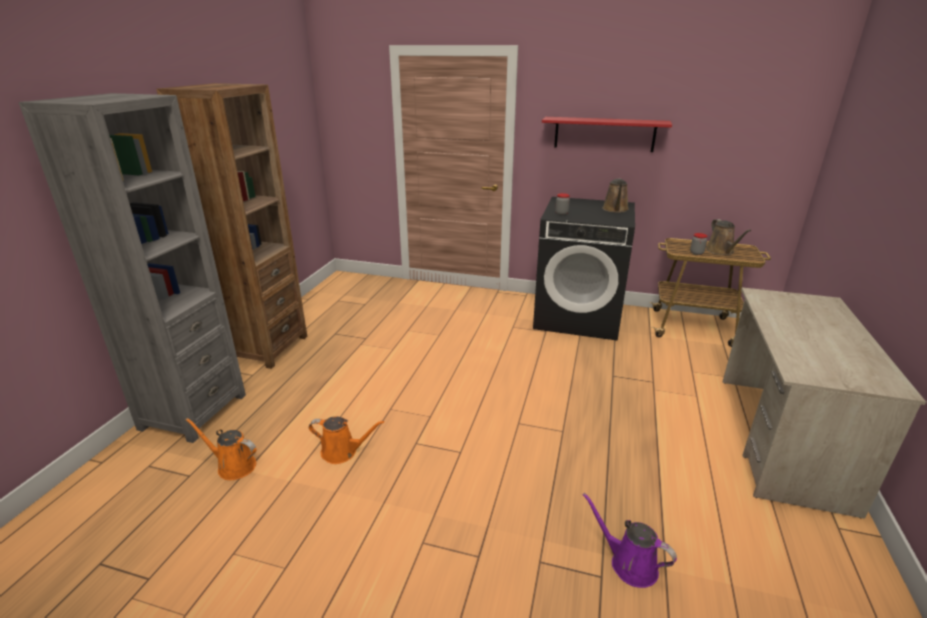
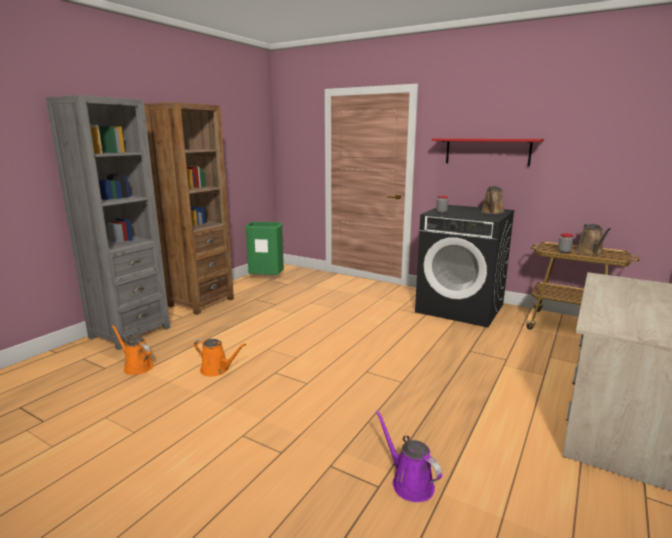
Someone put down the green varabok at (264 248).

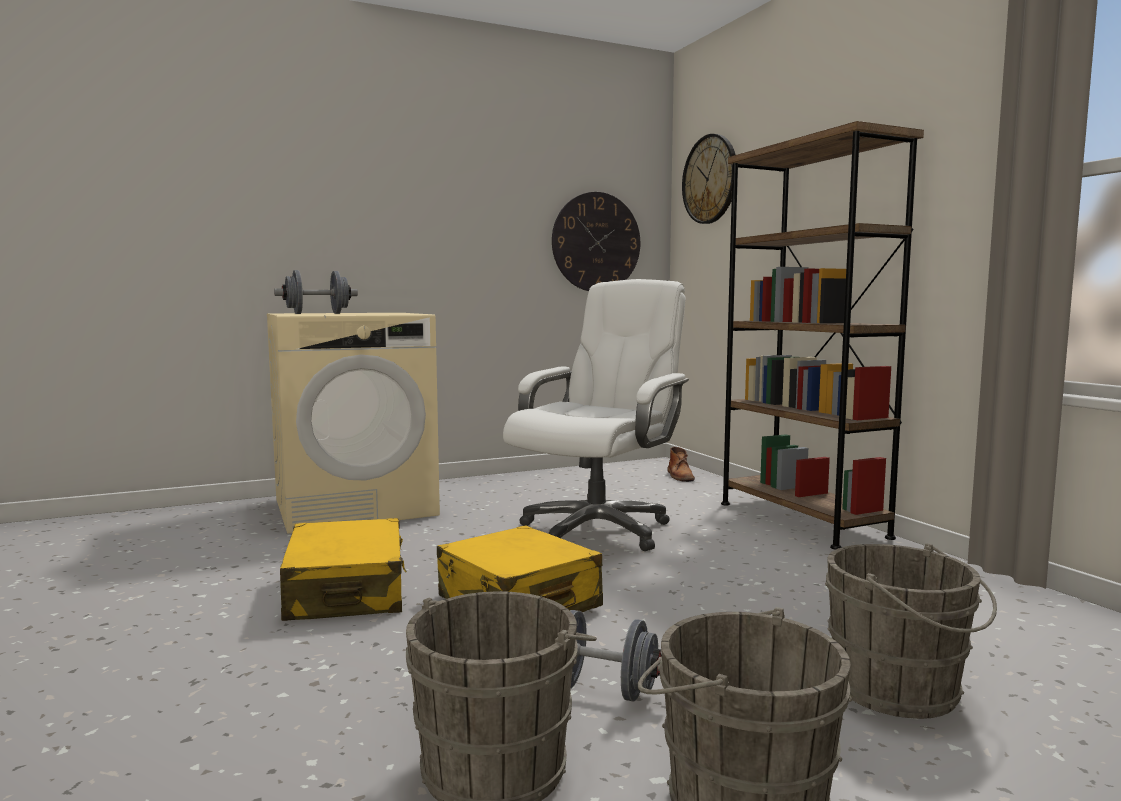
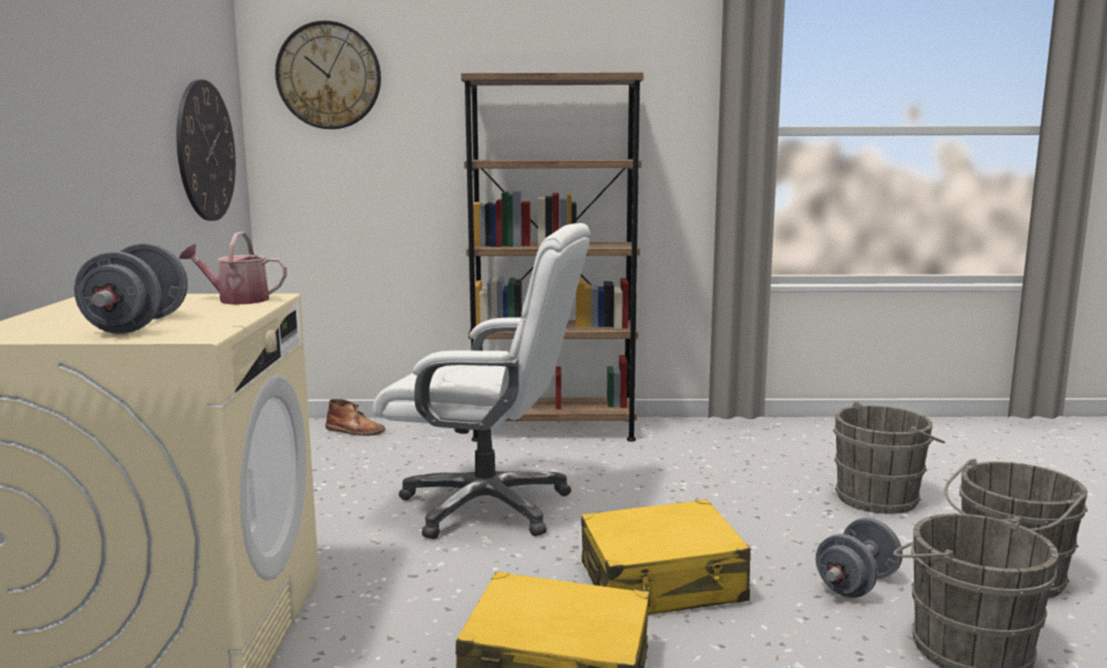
Someone rotated the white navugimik at (596 415) by 135 degrees clockwise.
Someone put down the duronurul at (233 268).

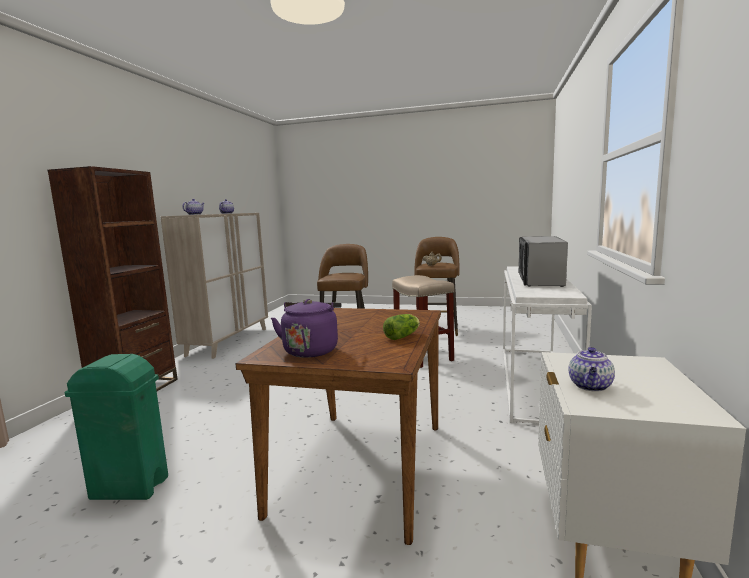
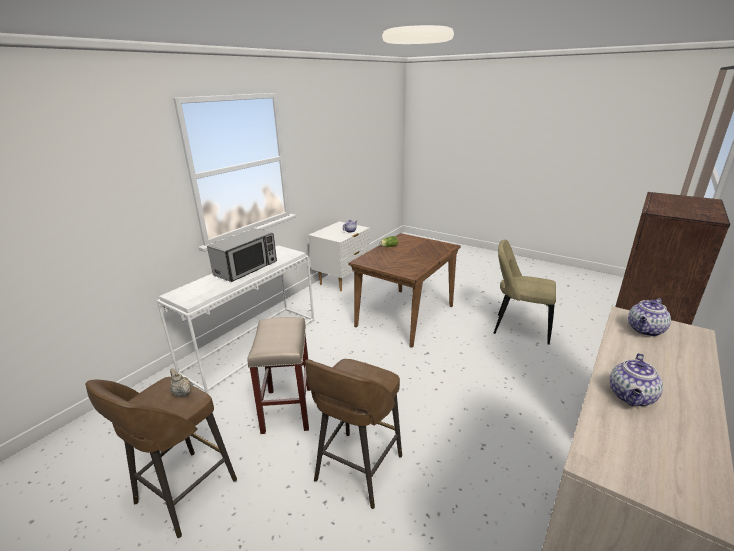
Someone took away the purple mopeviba at (306 328).
Someone swapped the green varabok at (116 427) for the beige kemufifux at (525 292).

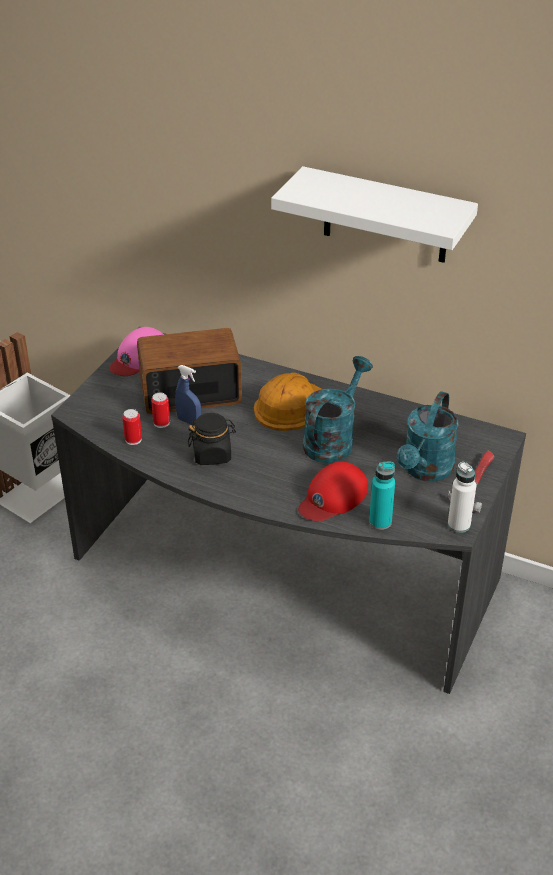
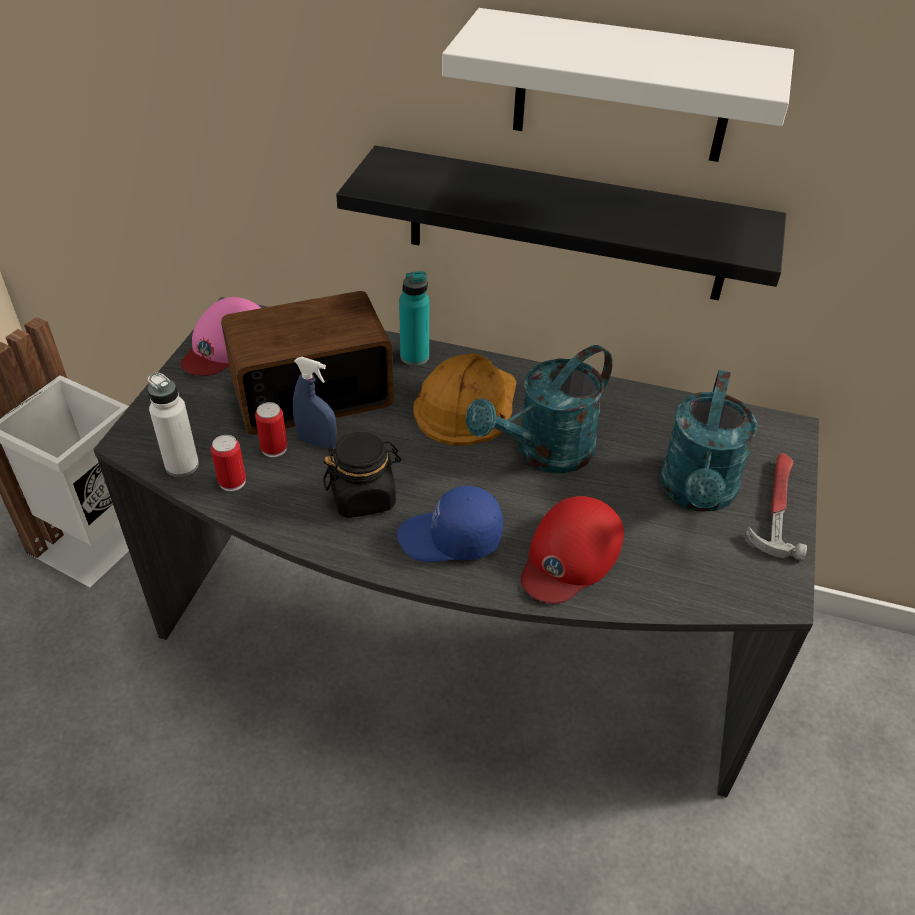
Someone rotated the turquoise duronurul at (338 409) by 150 degrees counterclockwise.
Someone carried the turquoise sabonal from (382 496) to (414 318).
Someone carried the white sabonal from (462 497) to (173 425).
Someone put up the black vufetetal at (561 223).
Someone put down the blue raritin at (450 524).

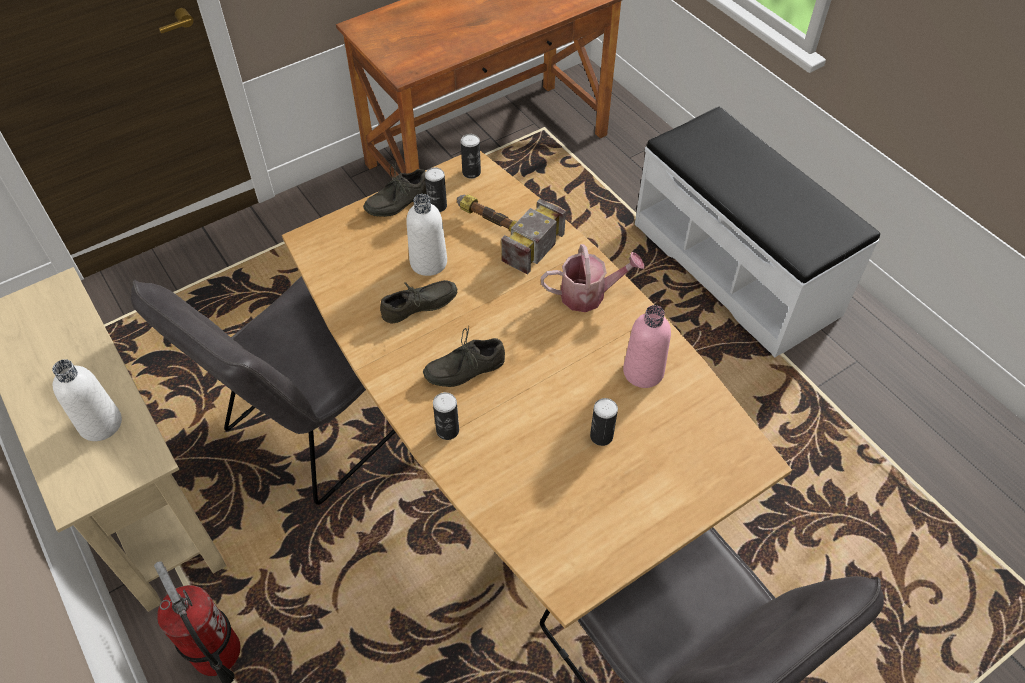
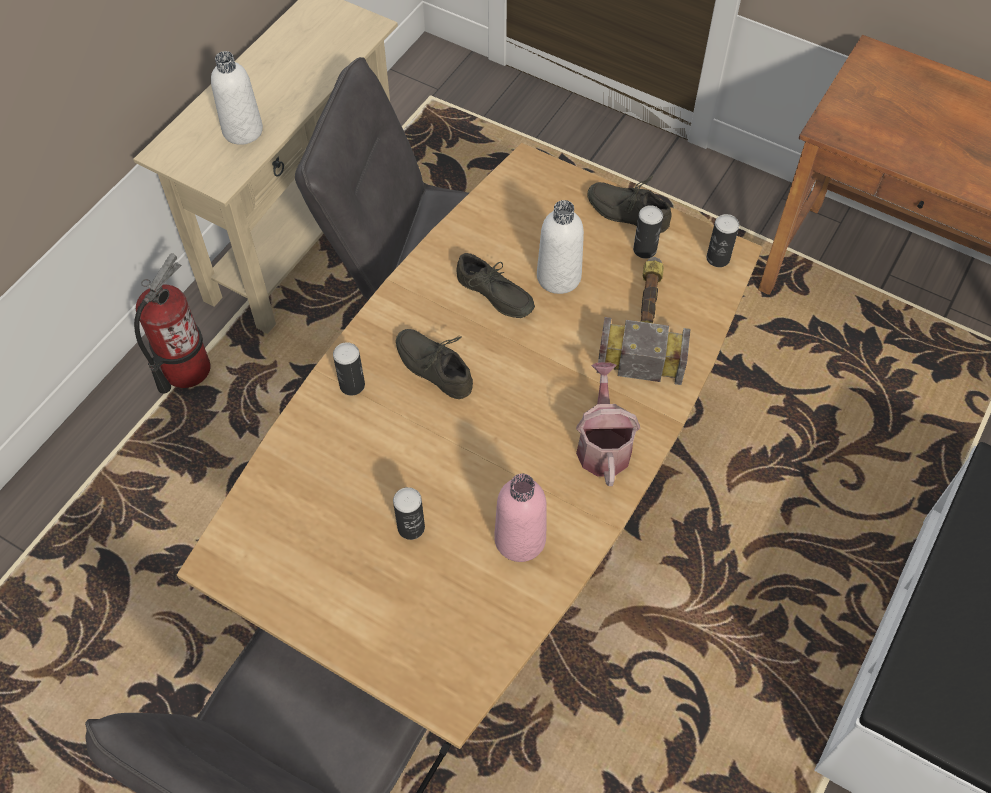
Someone rotated the duronurul at (593 278) by 150 degrees counterclockwise.

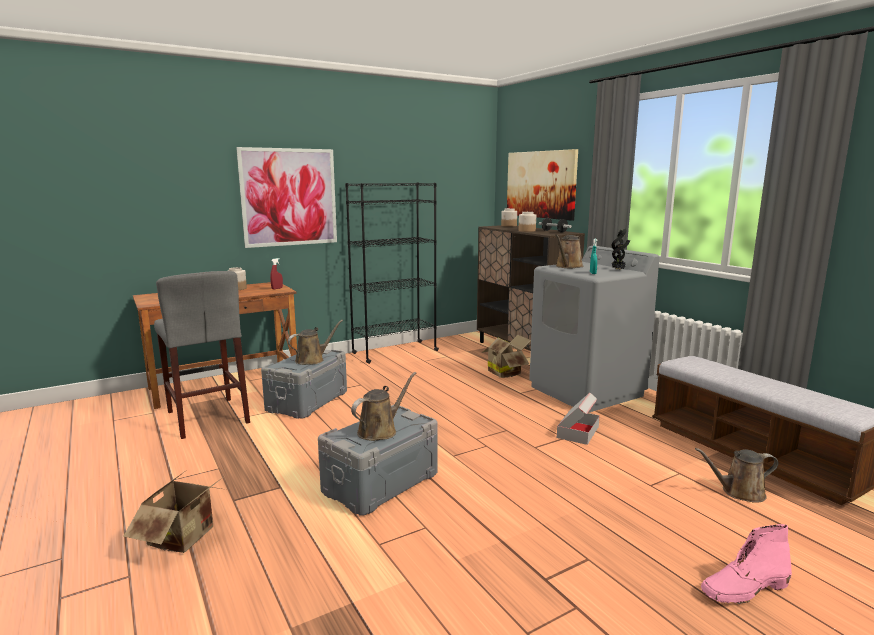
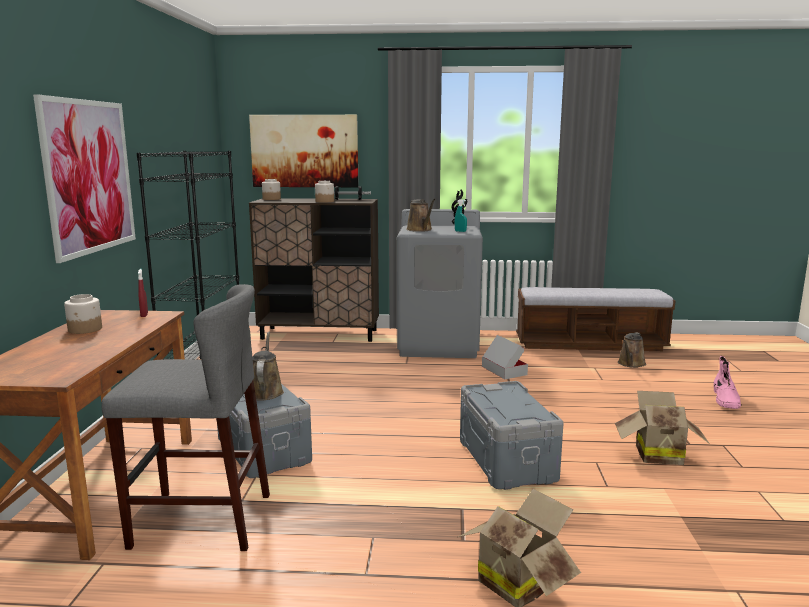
Someone carried the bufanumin from (506 356) to (662 428).
Someone took away the brown duronurul at (383 406).

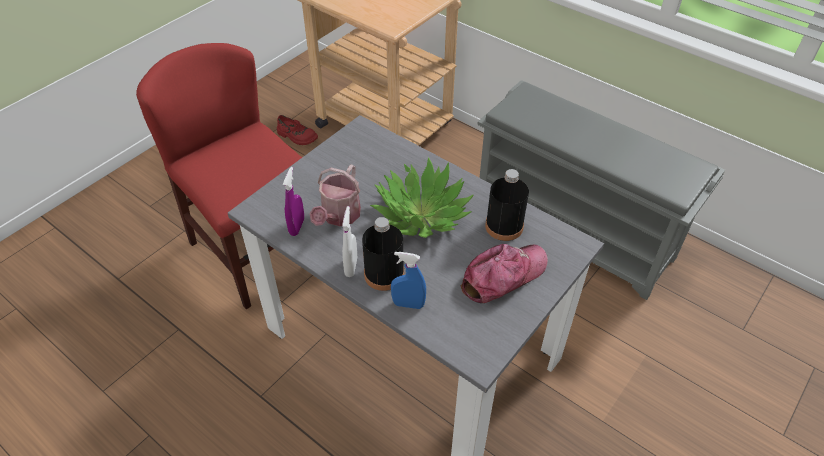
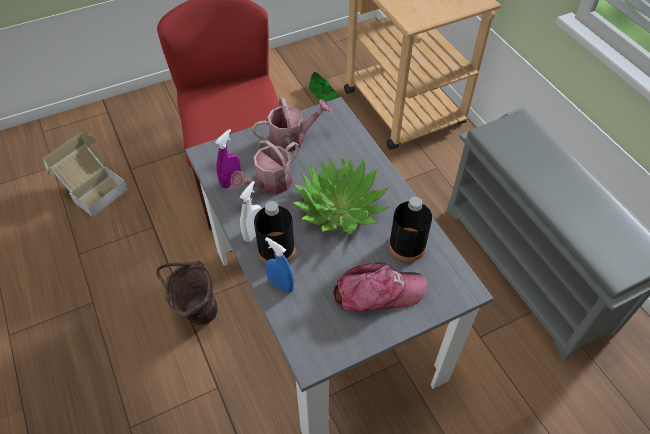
Someone repainted the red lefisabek at (297 130), which became the green lefisabek at (324 87).
Someone put down the duronurul at (291 125).
Someone put down the bufanumin at (85 175).
Someone put down the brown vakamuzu at (187 292).

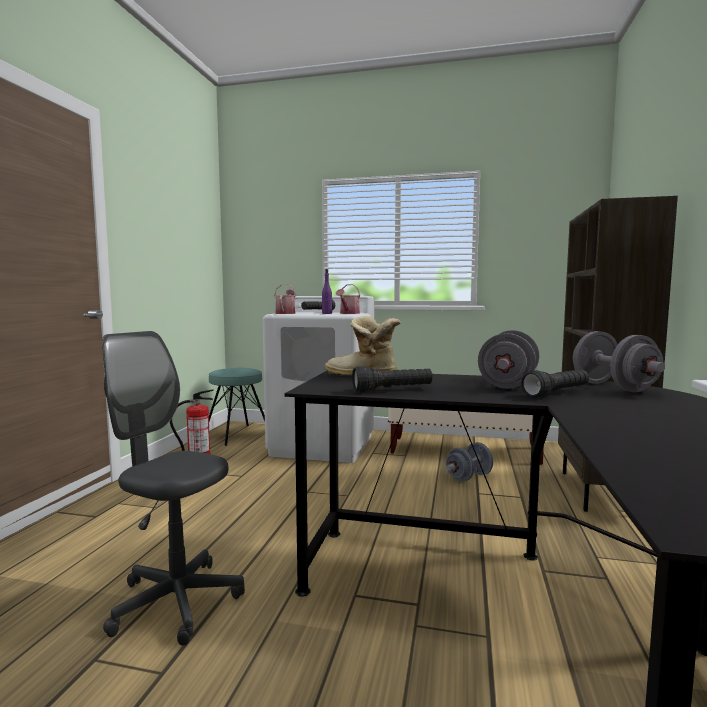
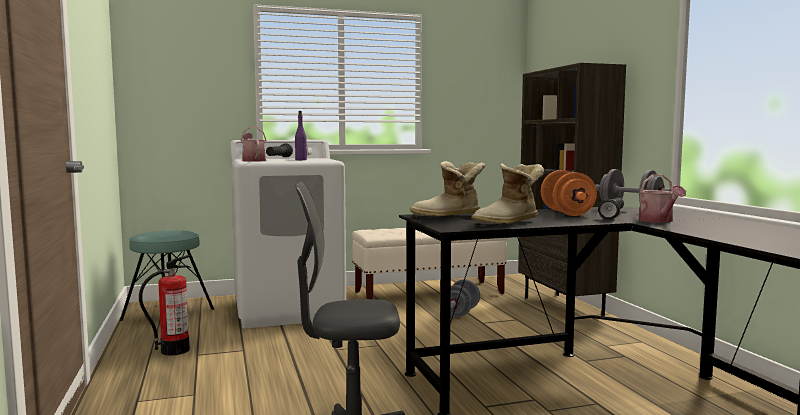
Someone carried the duronurul from (348 299) to (662 198).
Someone repainted the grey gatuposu at (509 359), which became the orange gatuposu at (569 193).
Someone swapped the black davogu at (392 379) for the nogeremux at (508 194).

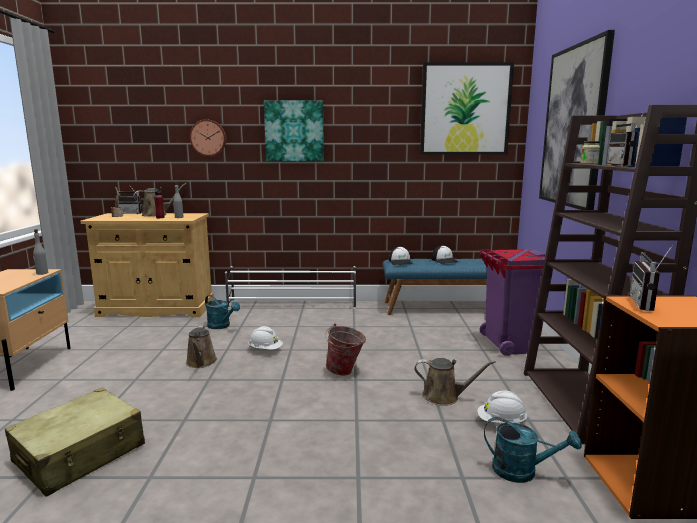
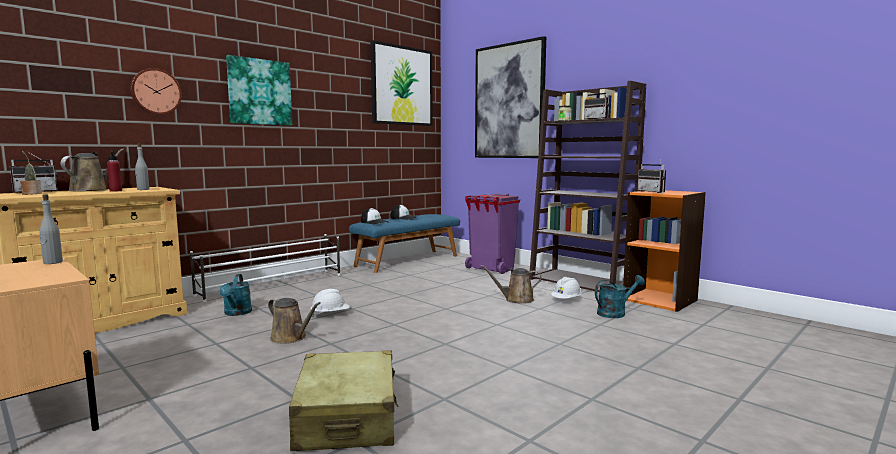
Someone rotated the turquoise duronurul at (222 312) by 90 degrees clockwise.
Someone took away the vakamuzu at (345 349).
Someone rotated the brown duronurul at (455 382) by 150 degrees counterclockwise.

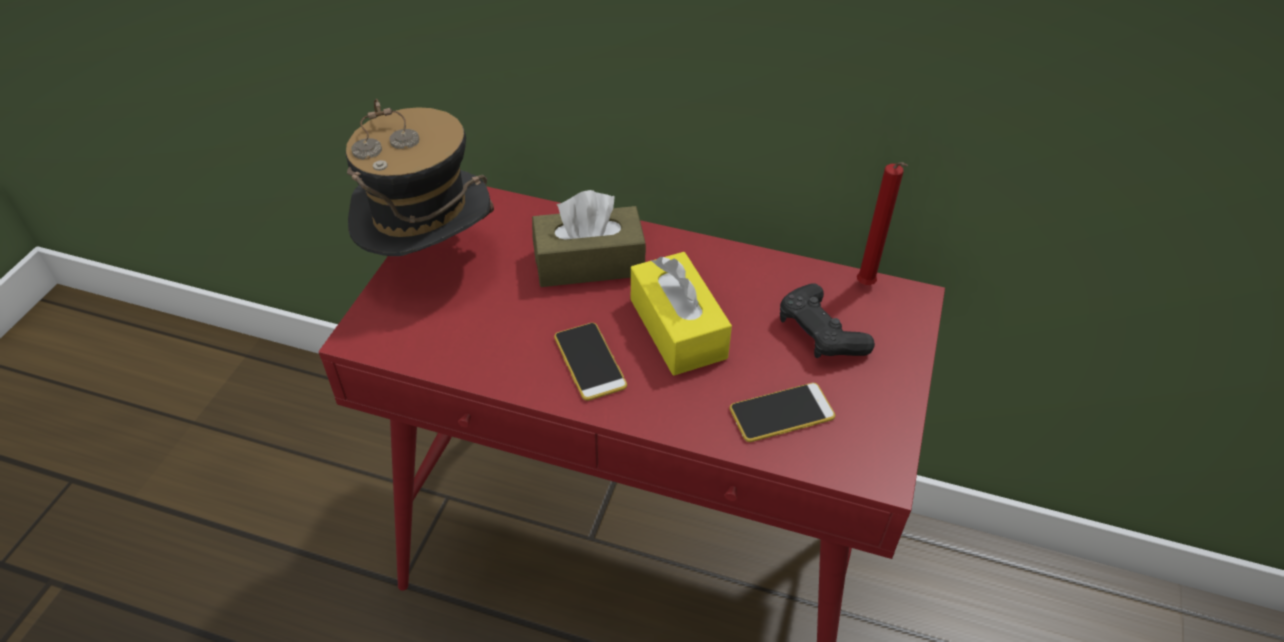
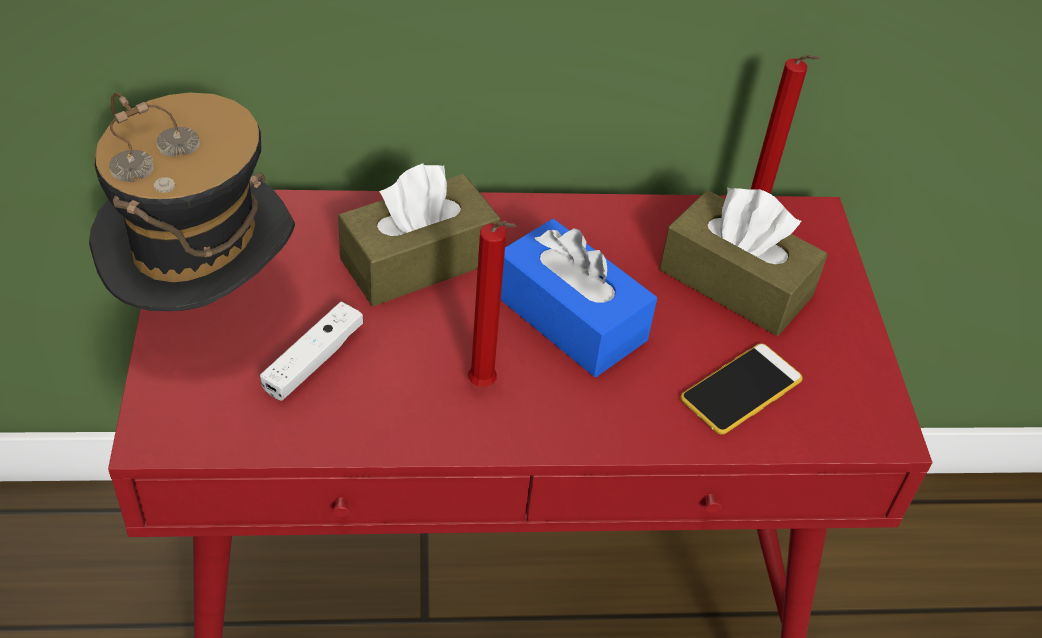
Someone repainted the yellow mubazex at (681 314), which became the blue mubazex at (579 298).
Someone swapped the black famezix at (827 320) for the brown mubazex at (743 261).
Someone swapped the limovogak at (590 362) for the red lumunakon at (492 304).
Someone put down the white famezix at (311 351).

